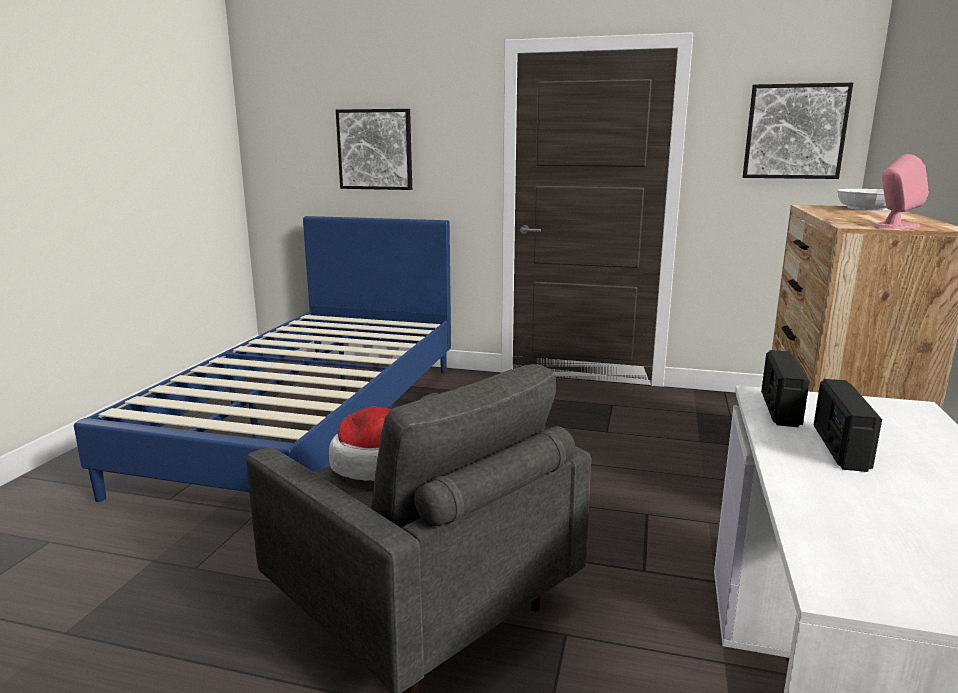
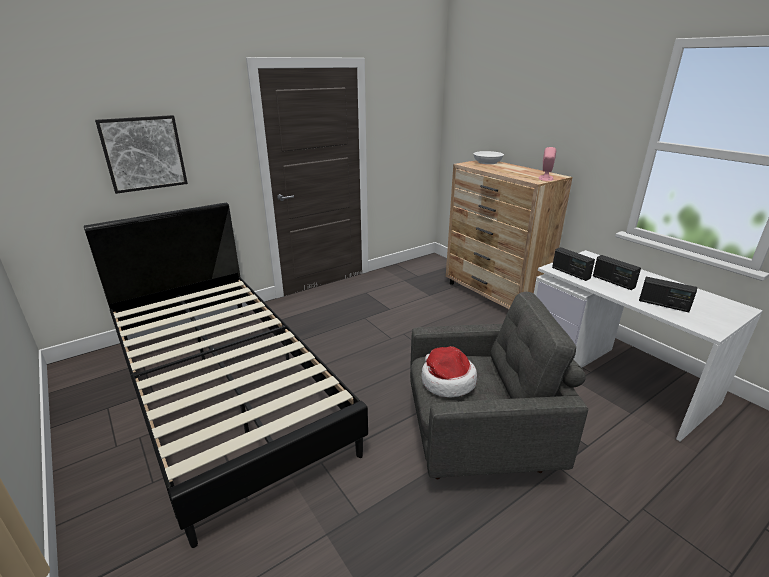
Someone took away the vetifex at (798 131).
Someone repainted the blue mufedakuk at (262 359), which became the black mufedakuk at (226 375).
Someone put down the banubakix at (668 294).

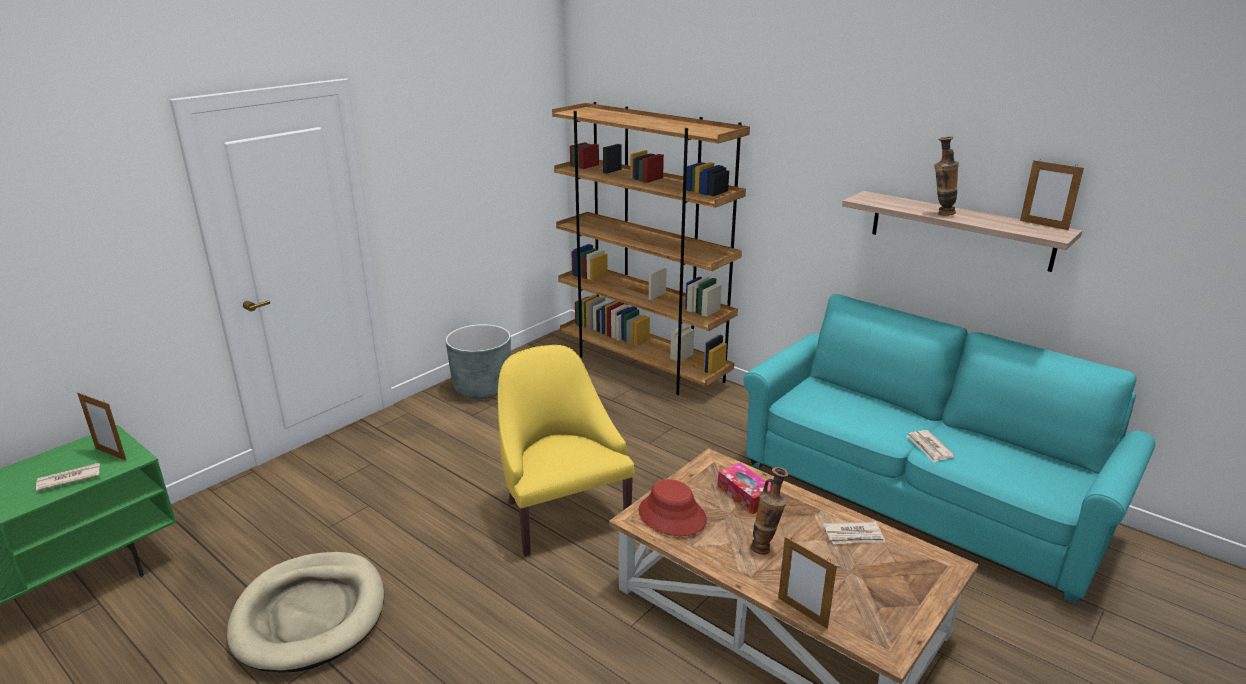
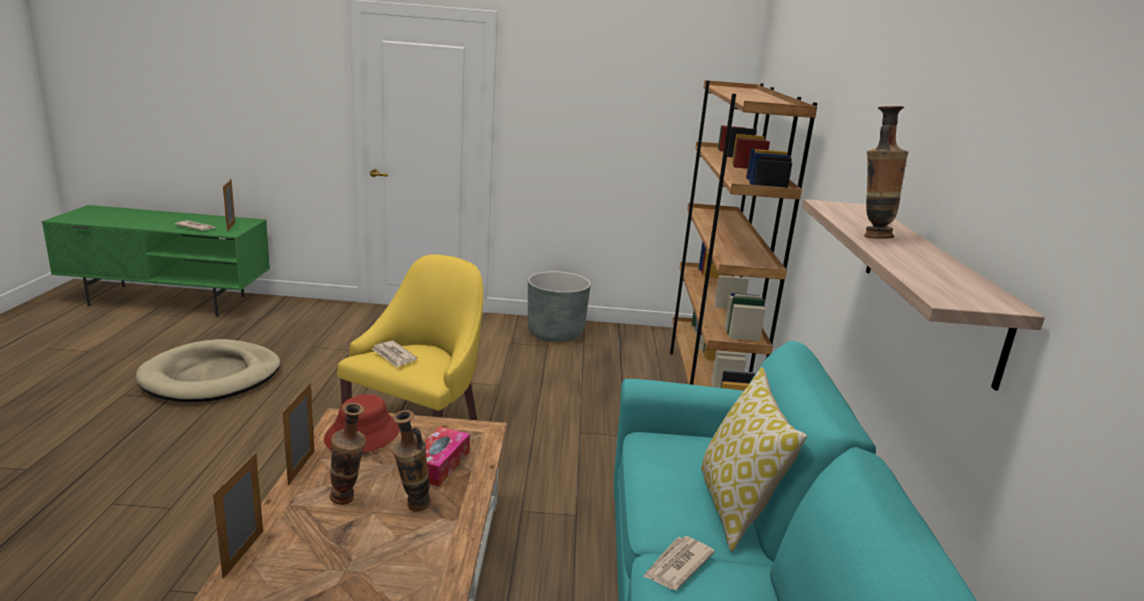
Someone carried the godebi from (1052 194) to (298 434).
Someone carried the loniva from (854 532) to (394 354).
Someone put down the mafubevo at (754 459).
Someone put down the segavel at (411 461).

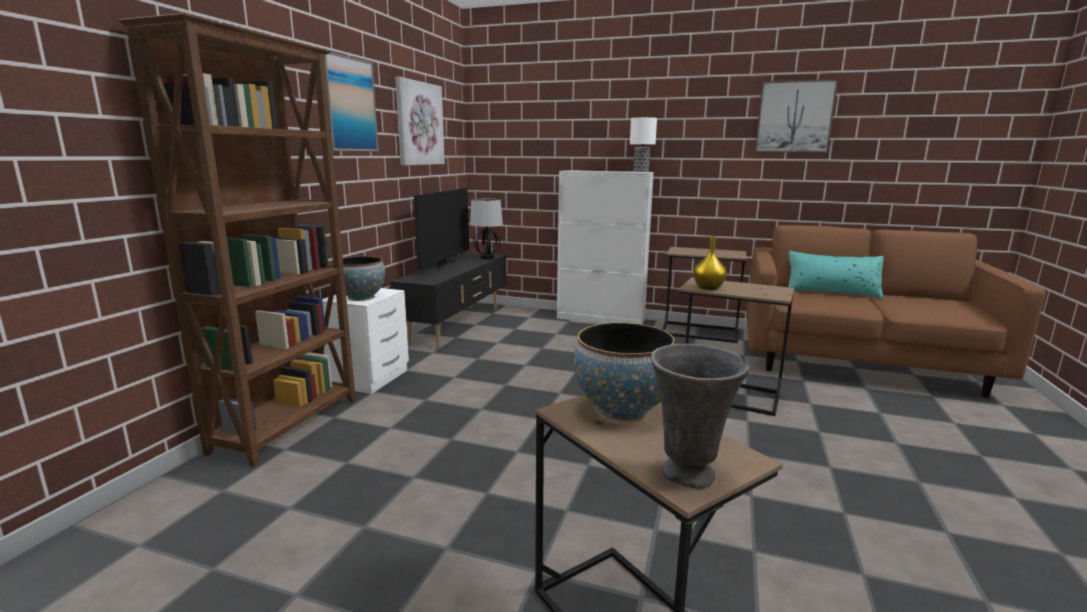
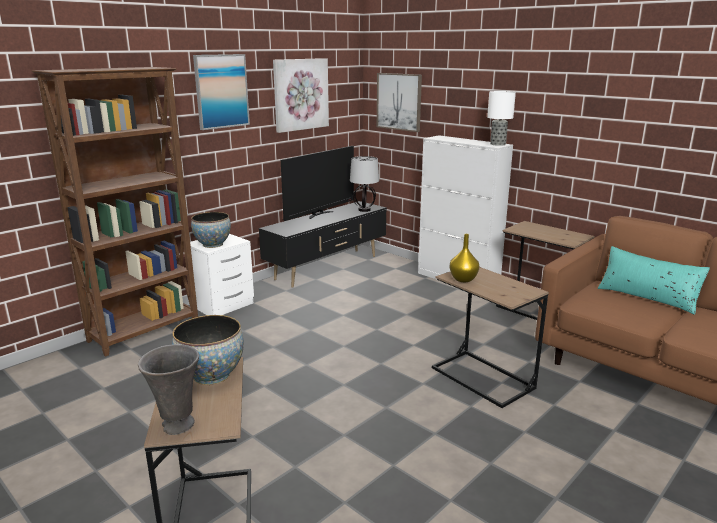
Someone carried the vetifex from (796 116) to (399 102).

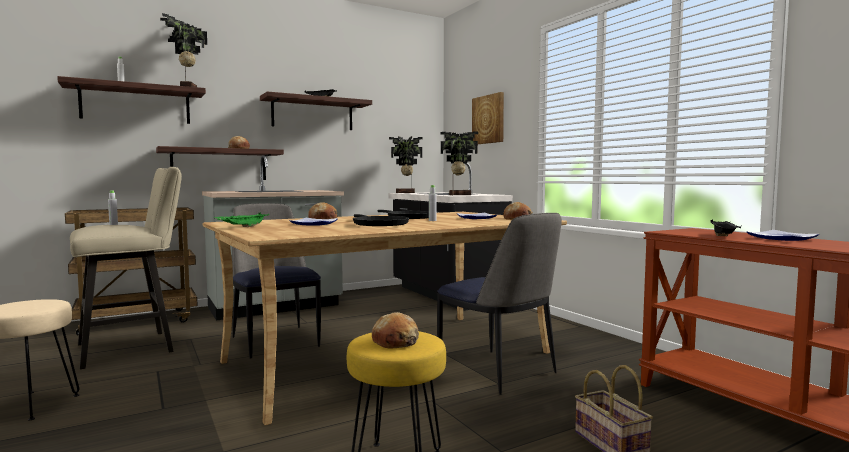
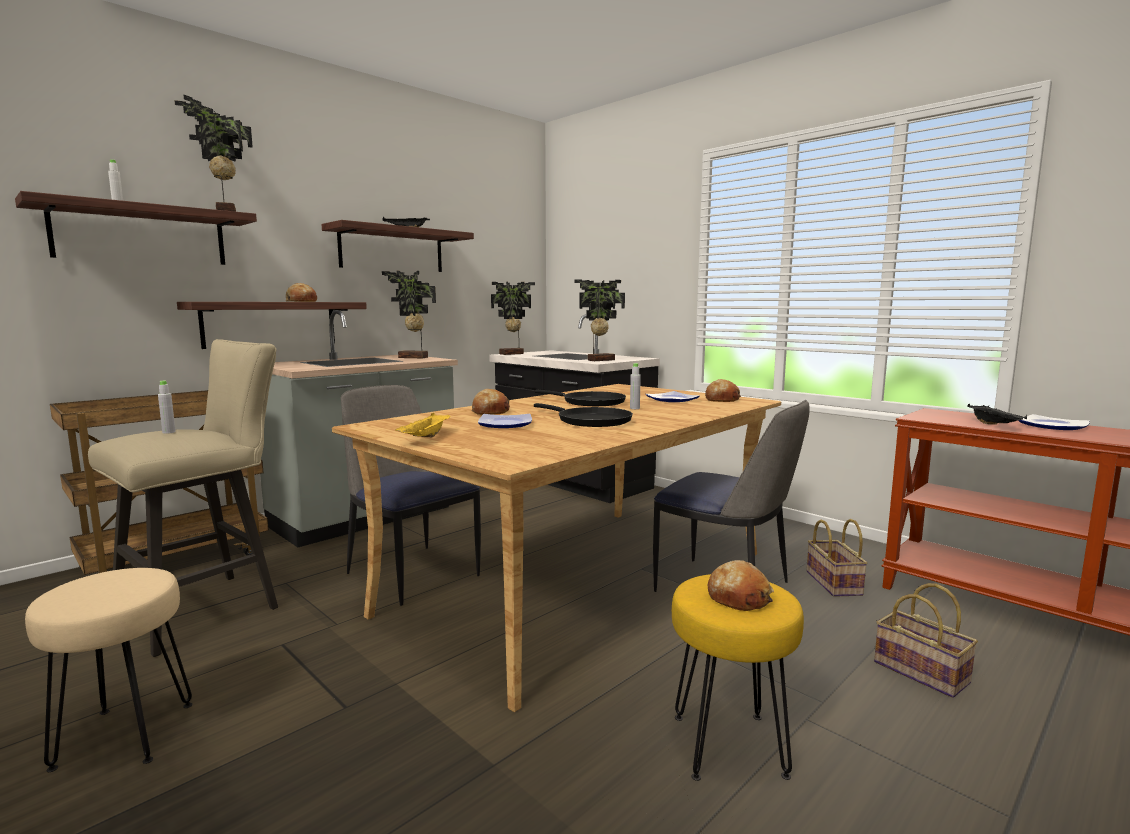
Someone took away the vetifex at (488 118).
Someone repainted the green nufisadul at (241 219), which became the yellow nufisadul at (422 425).
Someone put down the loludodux at (409 314).
Someone put down the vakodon at (837 558).

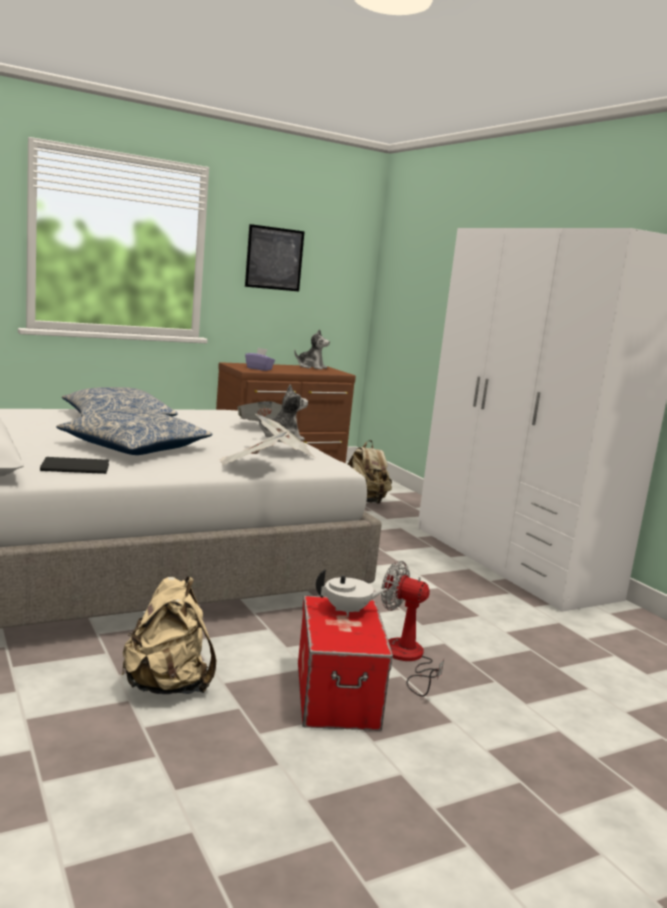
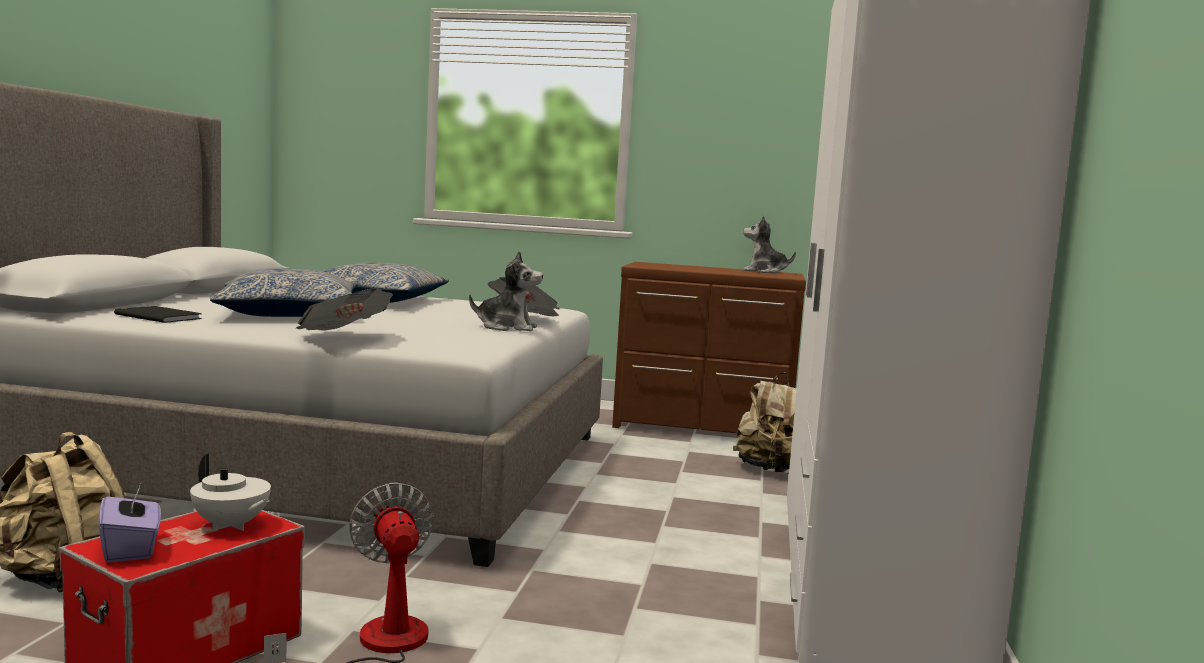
Someone took away the vetifex at (275 257).
Someone rotated the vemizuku at (312 349) by 135 degrees clockwise.
Someone carried the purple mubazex from (260 359) to (129 522).
Someone took away the loniva at (285 435).

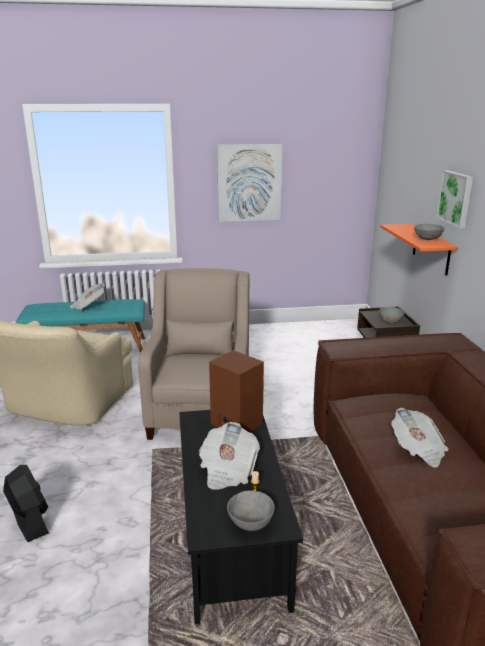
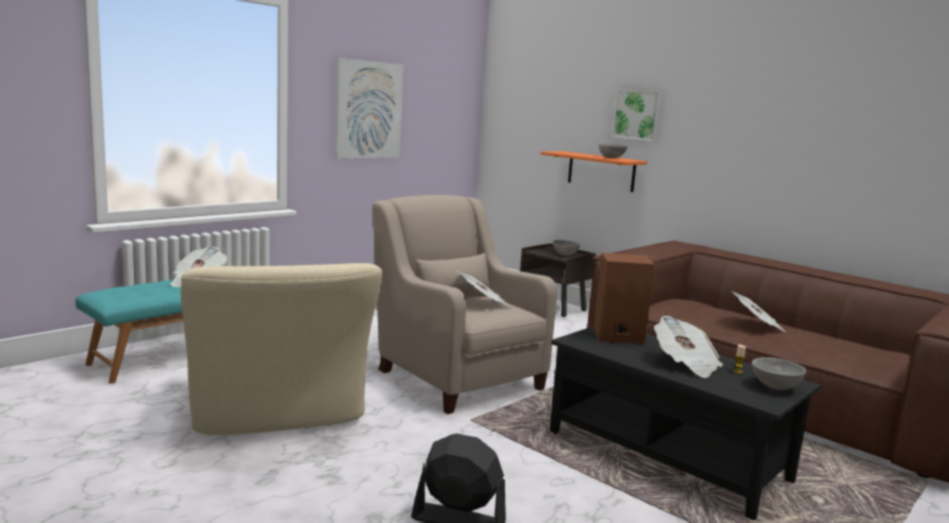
Someone put down the loniva at (483 288).

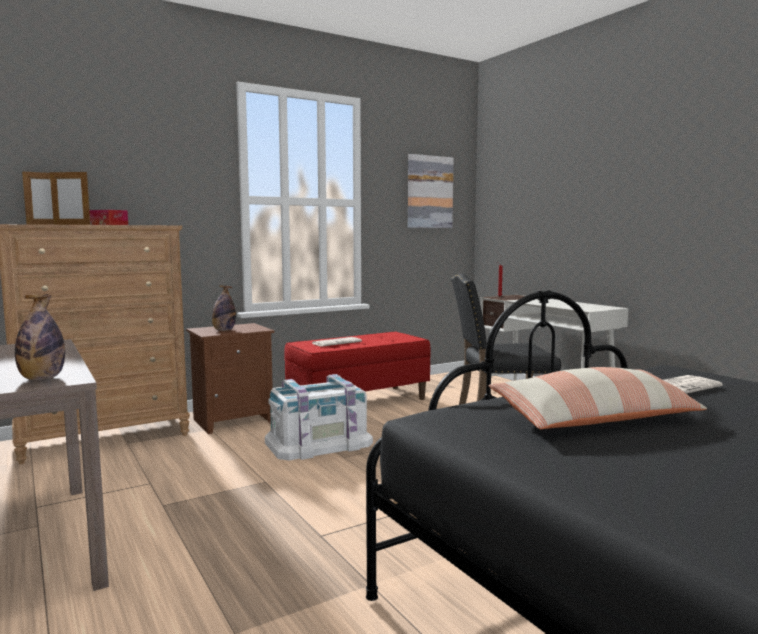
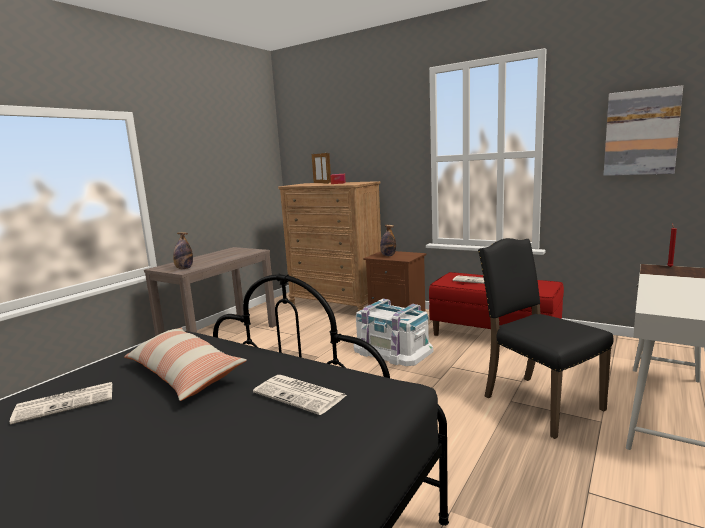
Someone put down the loniva at (61 403).

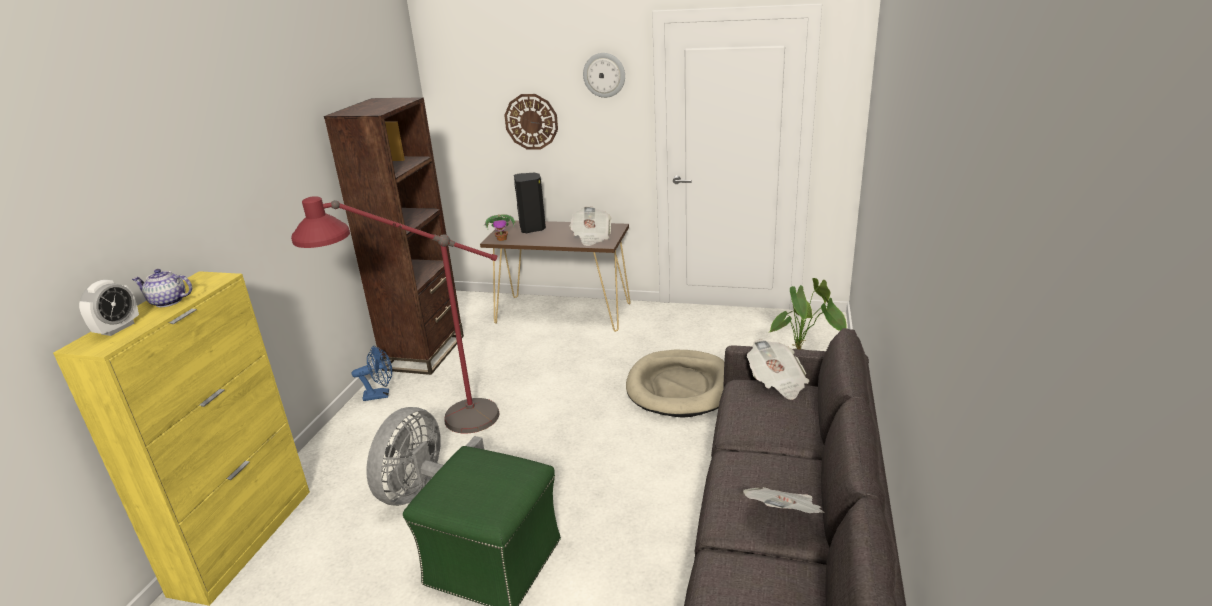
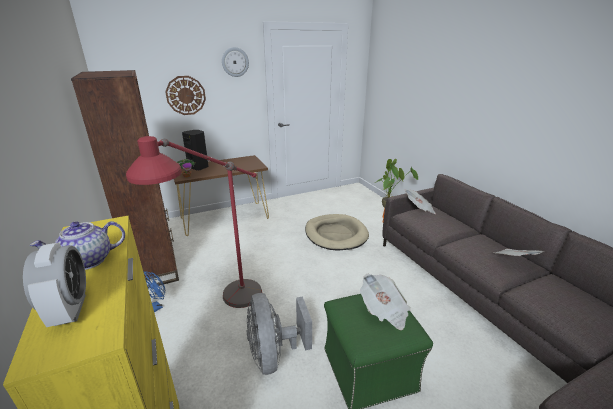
Someone carried the loniva from (590 226) to (385 302).

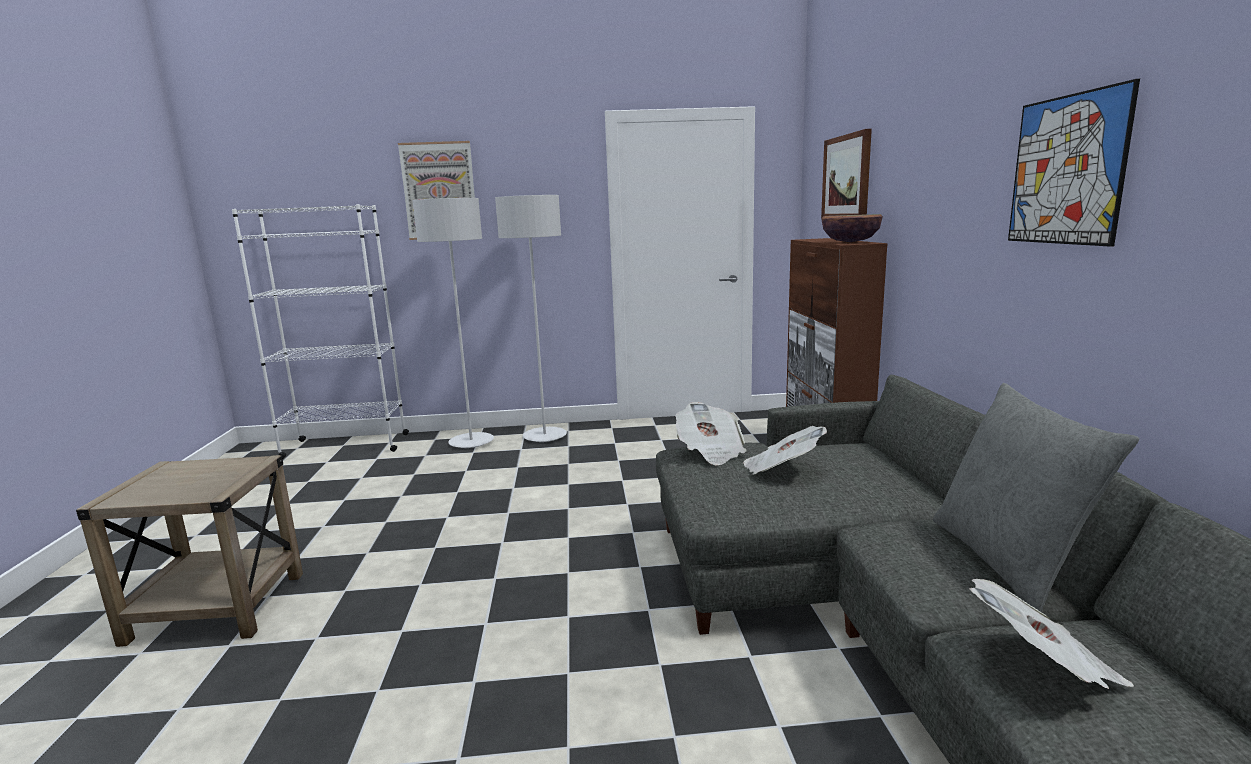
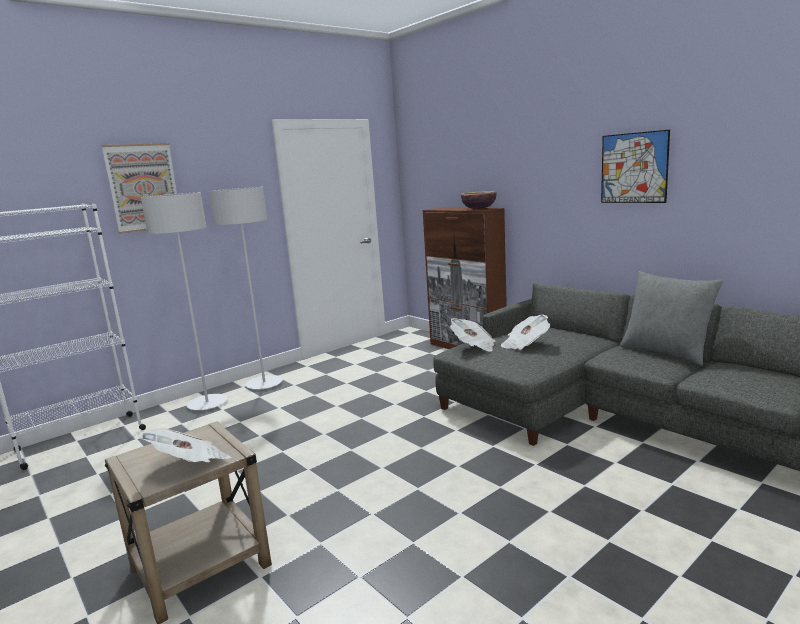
Someone took away the vetifex at (846 173).
Someone carried the loniva from (1051 634) to (184 445).

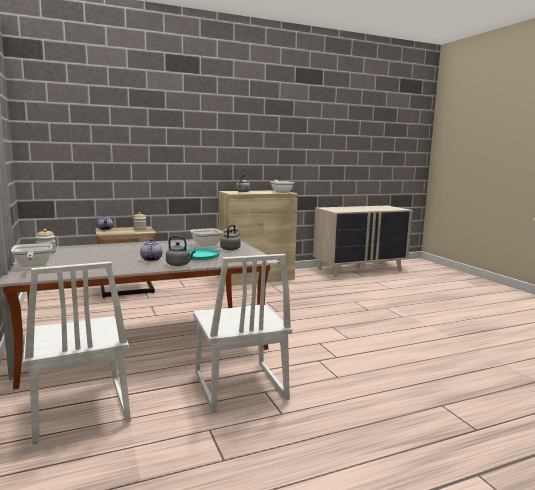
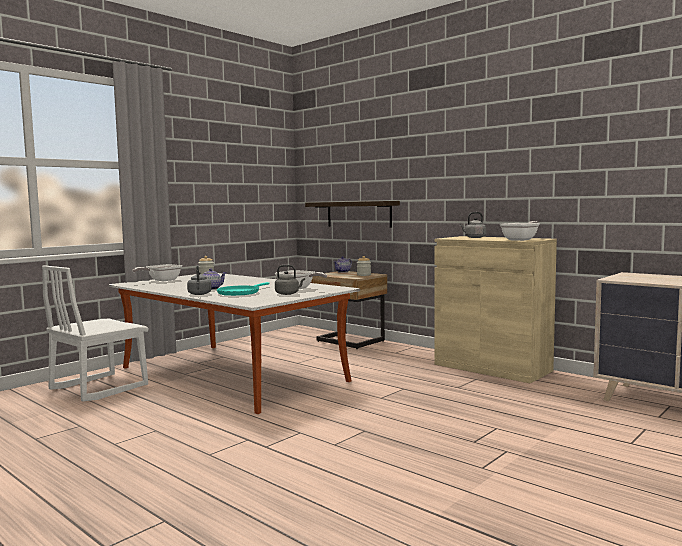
Someone took away the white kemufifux at (242 333).
Someone put up the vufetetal at (352 214).

